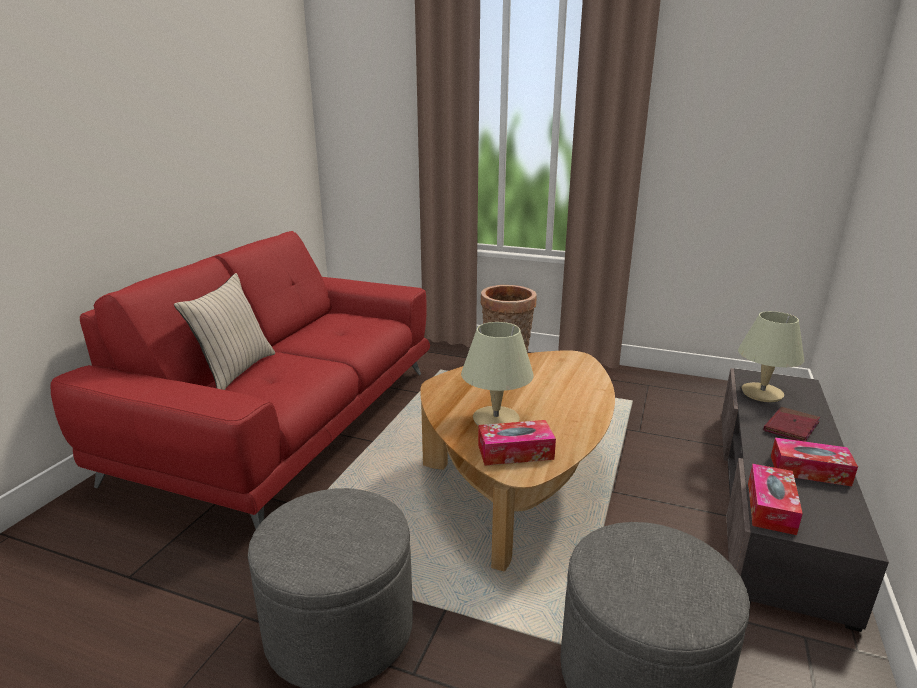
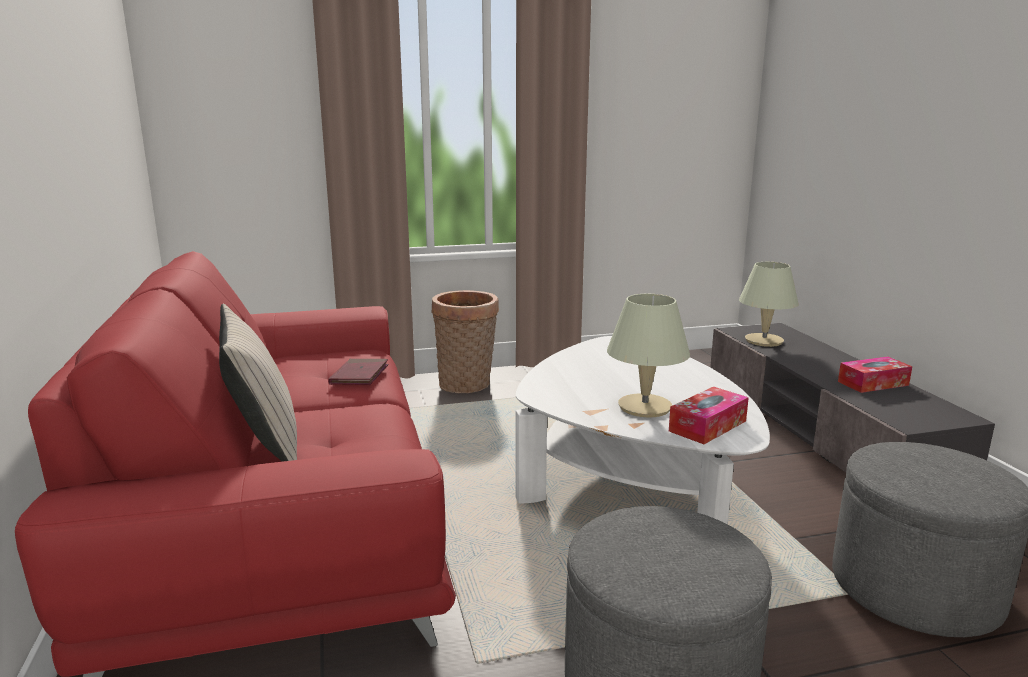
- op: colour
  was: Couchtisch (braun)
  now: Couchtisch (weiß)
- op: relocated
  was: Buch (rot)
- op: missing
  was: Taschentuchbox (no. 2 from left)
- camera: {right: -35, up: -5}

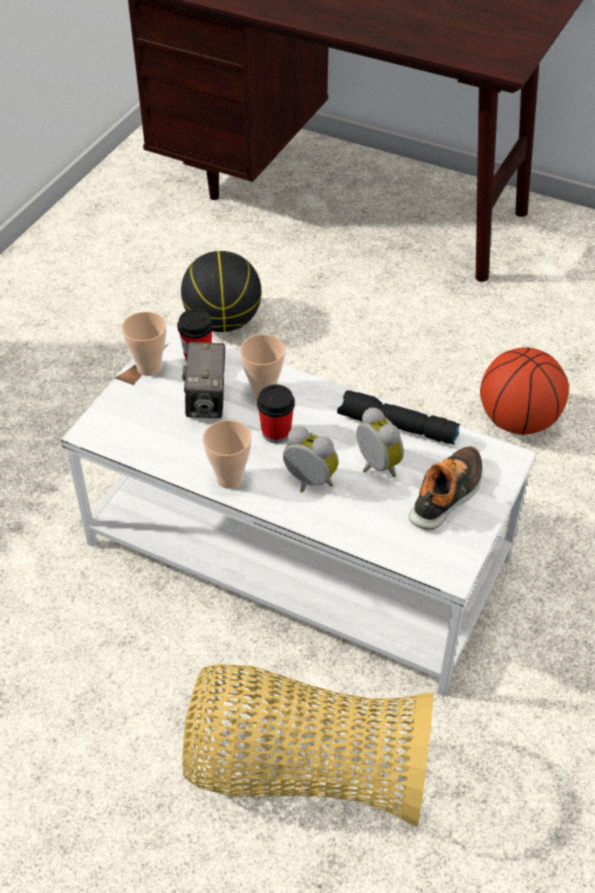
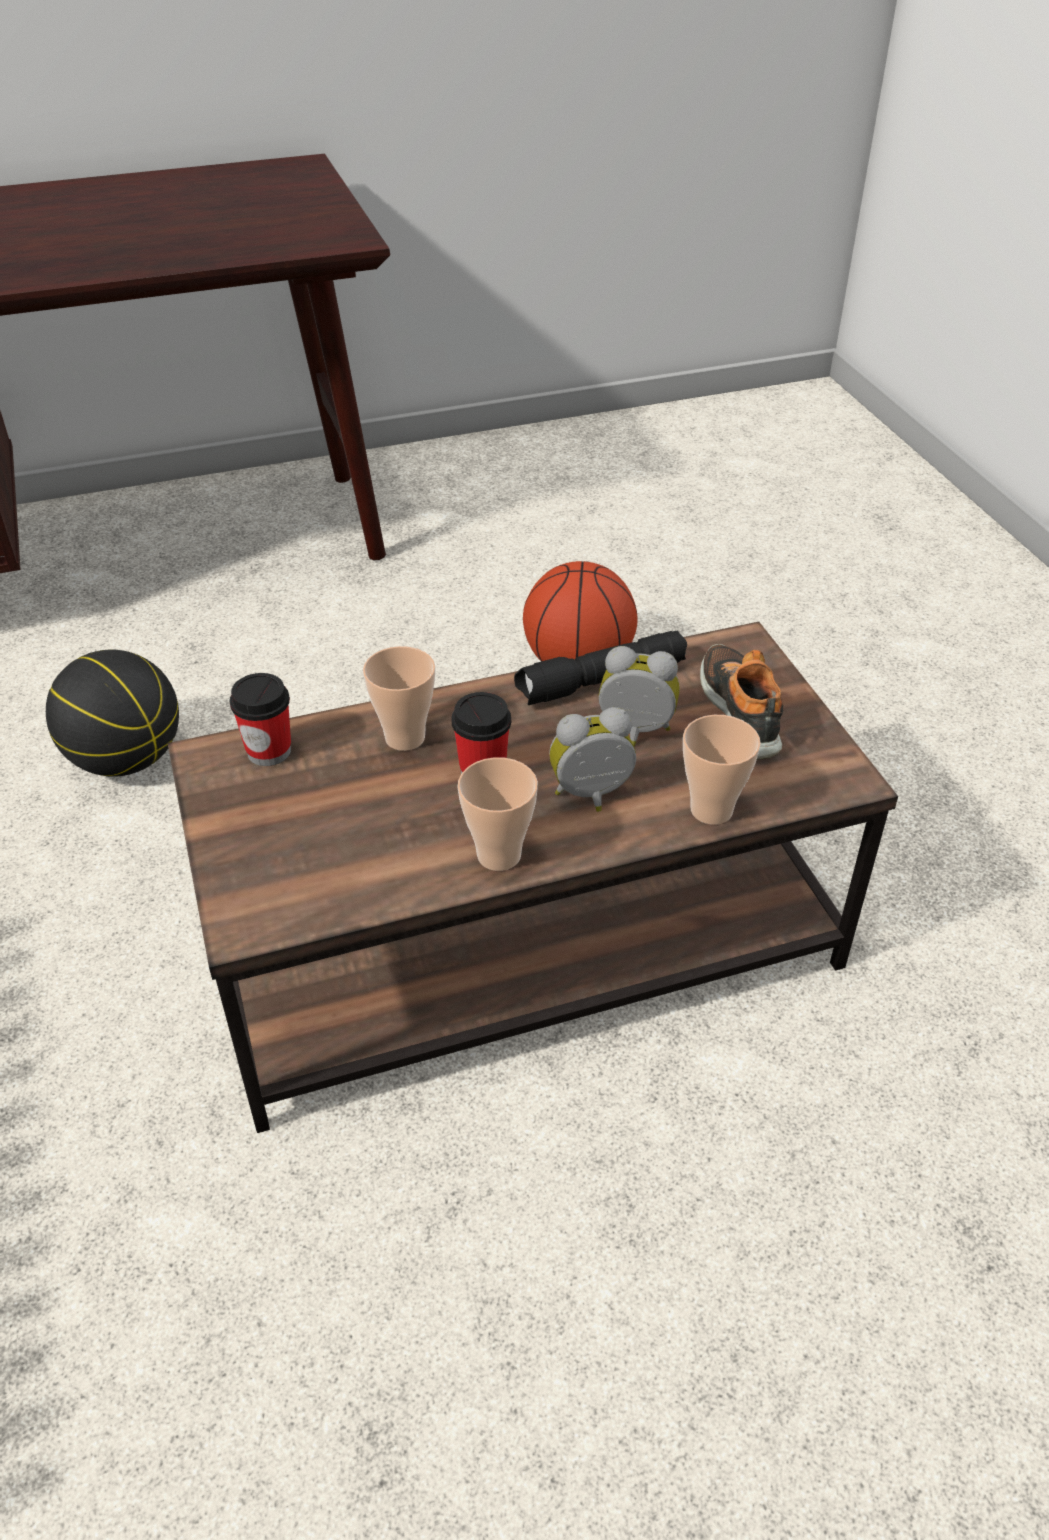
- op: relocated
  was: Tasse (no. 1 from left in the first image)
  now: Tasse (no. 5 from left)
- op: colour
  was: Couchtisch (weiß)
  now: Couchtisch (braun)
- op: missing
  was: Kamera
- op: missing
  was: Korb
- camera: {right: -45, up: -5}

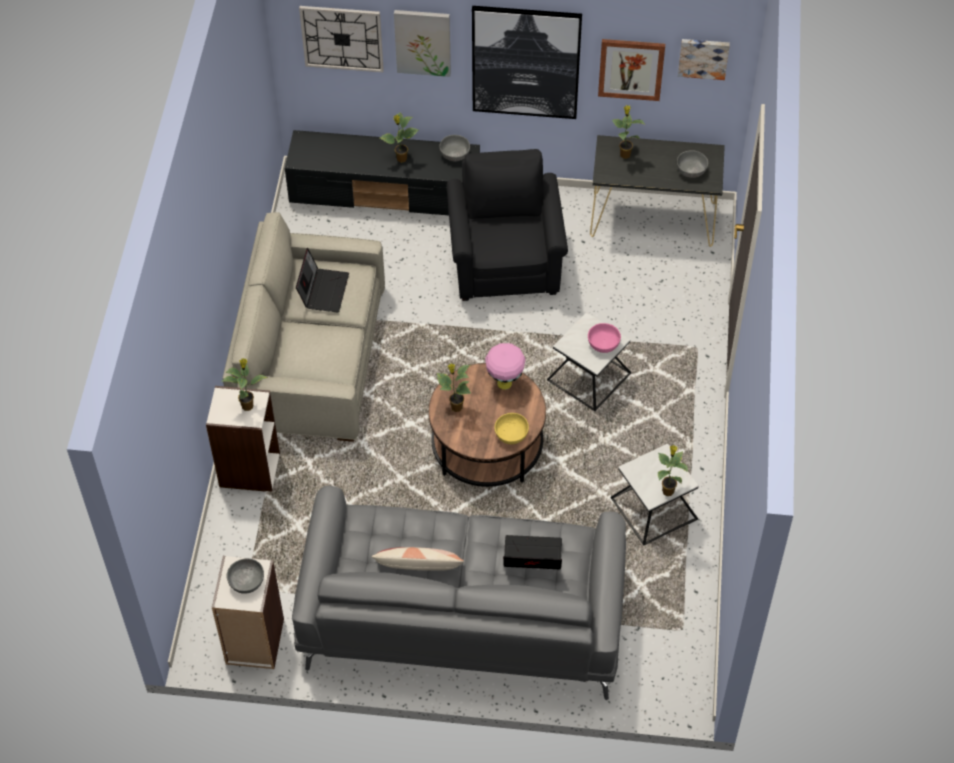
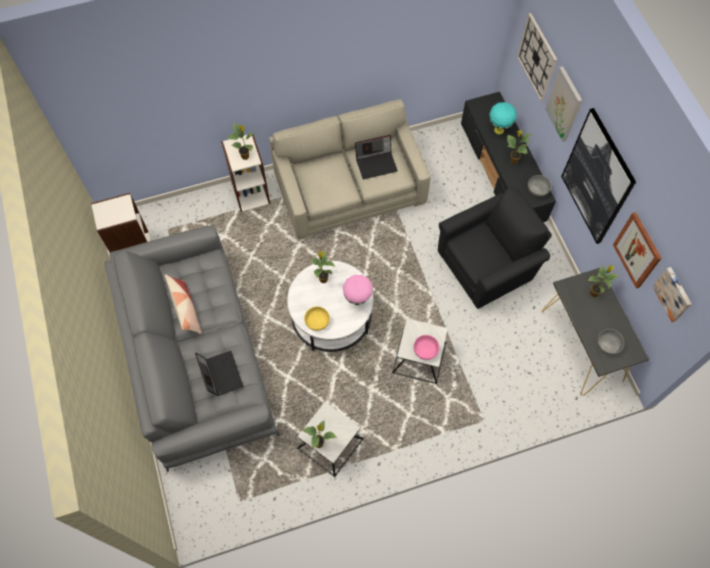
- op: colour
  was: Couchtisch (braun)
  now: Couchtisch (weiß)
- op: missing
  was: Schüssel (grau) (no. 1 from left)
- op: appeared
  now: Tischlampe (türkis)
- camera: {right: 65, up: 10}

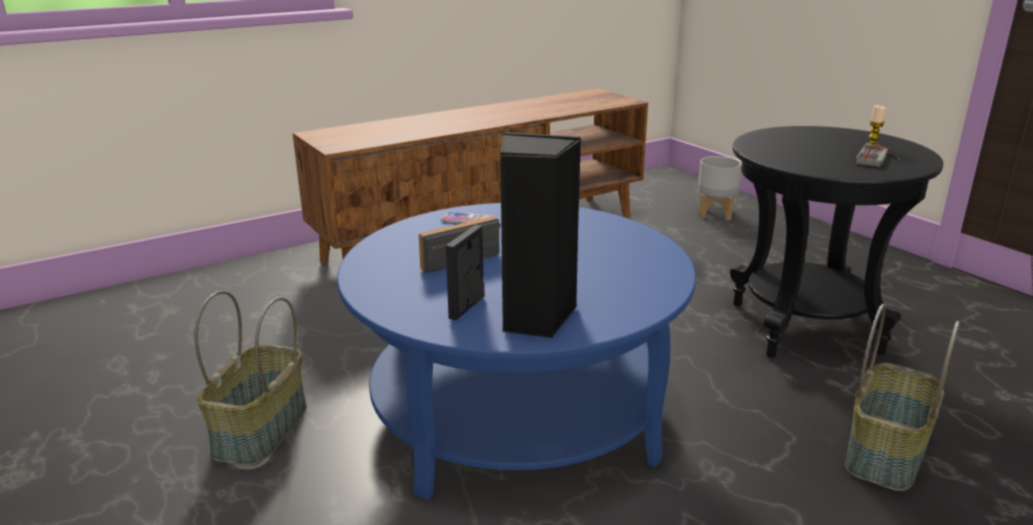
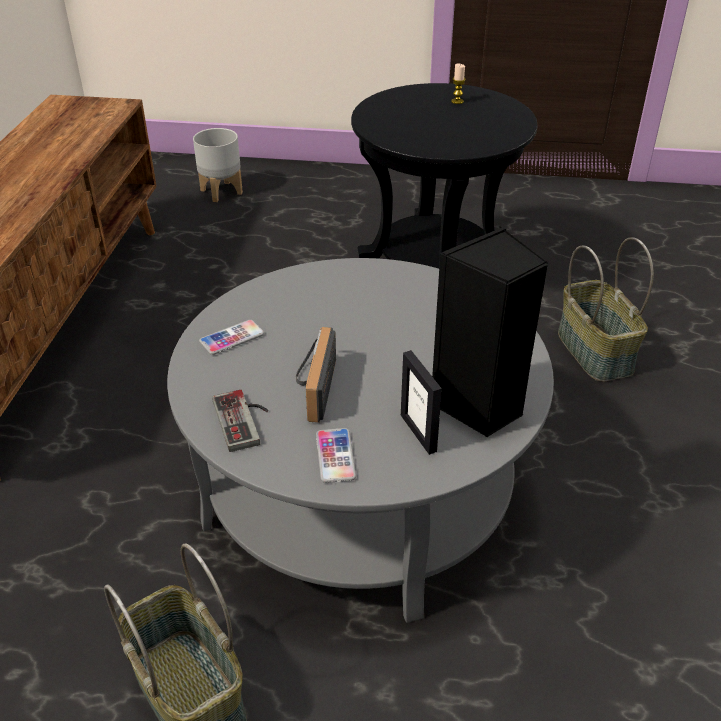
- op: relocated
  was: Gamepad
- op: colour
  was: Couchtisch (blau)
  now: Couchtisch (grau)
- op: appeared
  now: Handy (no. 2 from left)
- camera: {right: -50, up: 15}

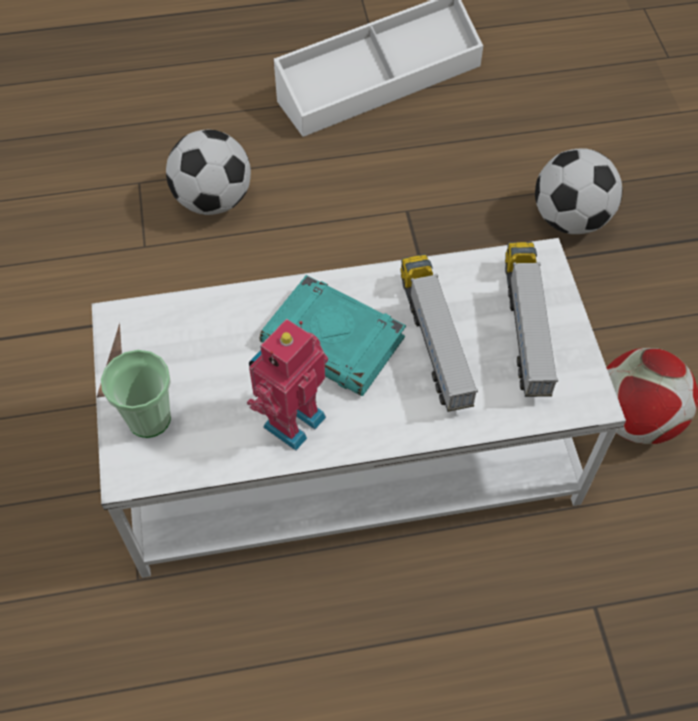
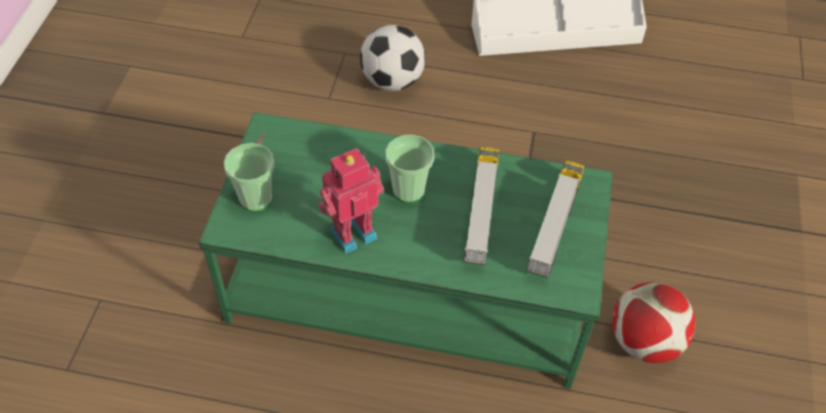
- op: missing
  was: Fußball (no. 2 from left)
- op: colour
  was: Couchtisch (weiß)
  now: Couchtisch (grün)
- op: exchanged
  was: Buch (türkis)
  now: Tasse (no. 2 from left)
- camera: {right: 20, up: -5}

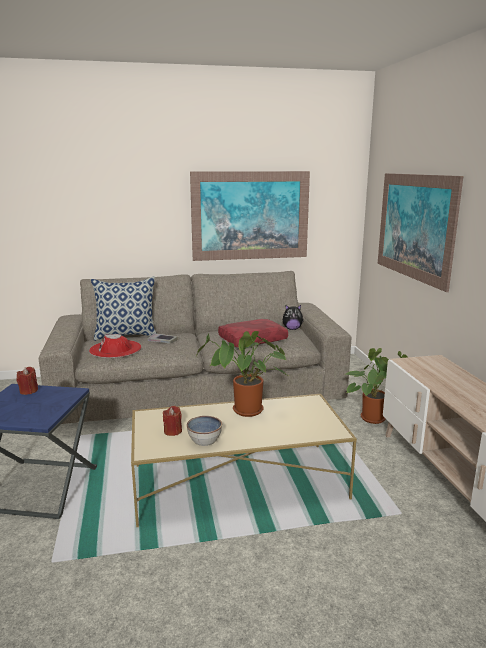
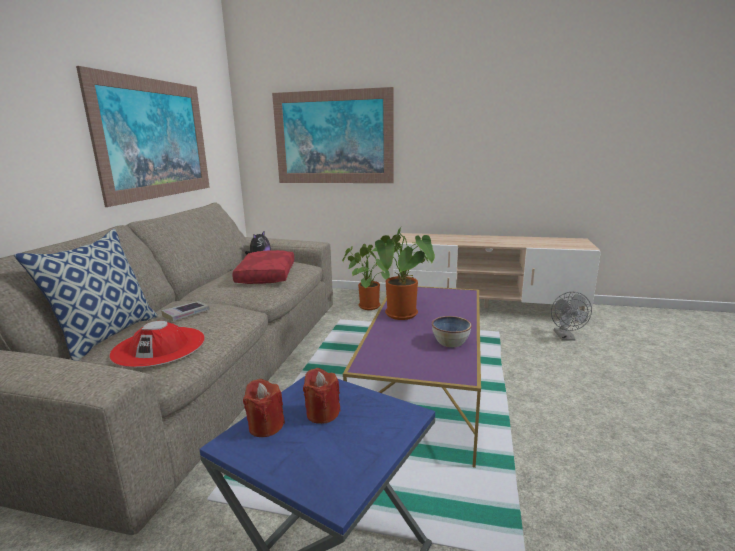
- op: colour
  was: Couchtisch (beige)
  now: Couchtisch (lila)
- op: relocated
  was: Kerze (rot) (no. 2 from left)
- op: appeared
  now: Ventilator (grau)
- camera: {right: -65, up: 0}

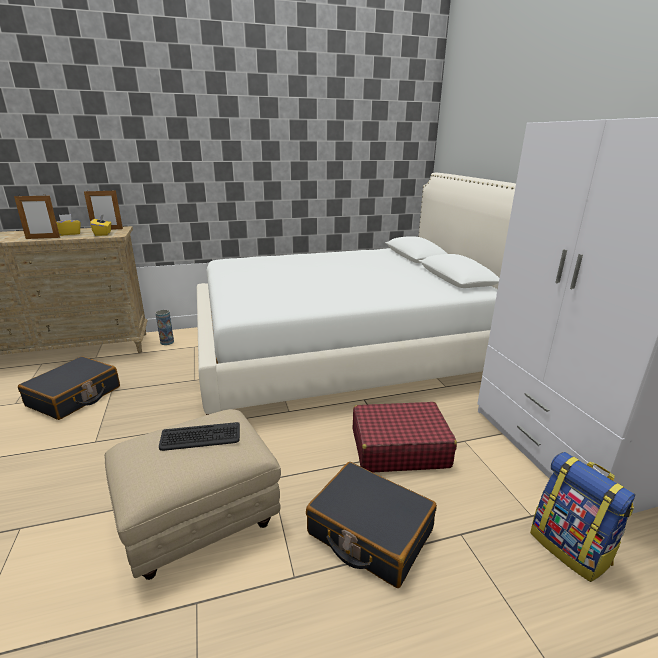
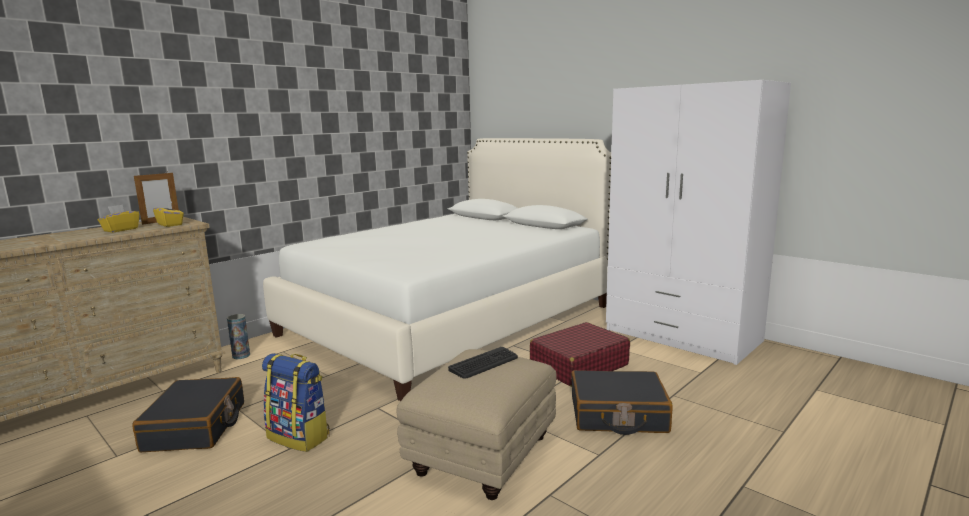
- op: missing
  was: Bilderrahmen (no. 1 from left)
- op: relocated
  was: Rucksack
- camera: {right: -30, up: -10}

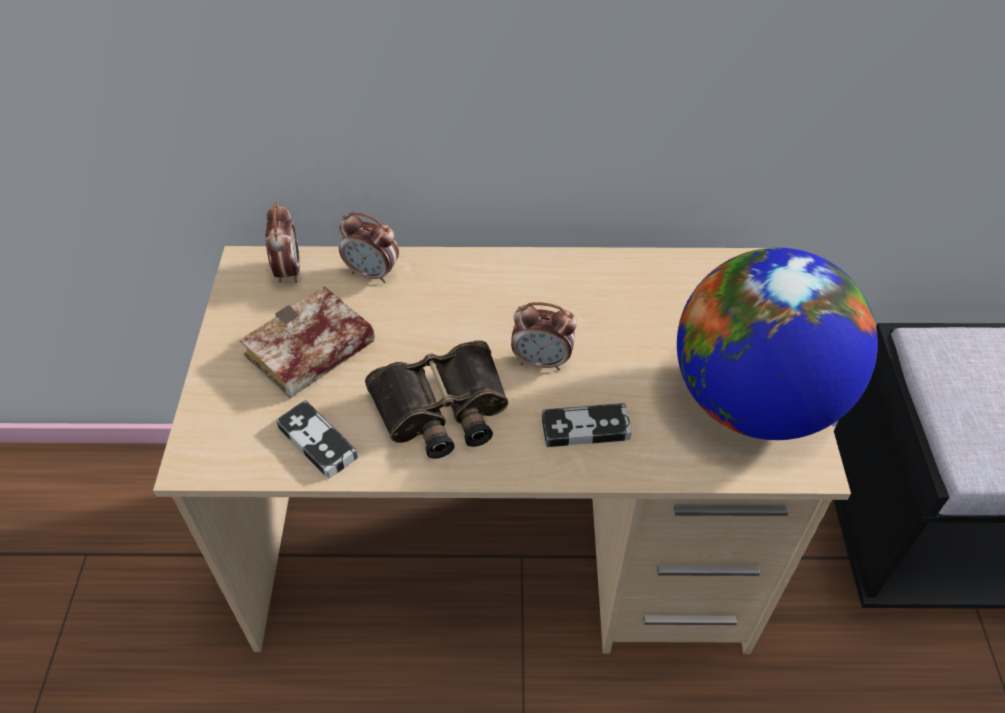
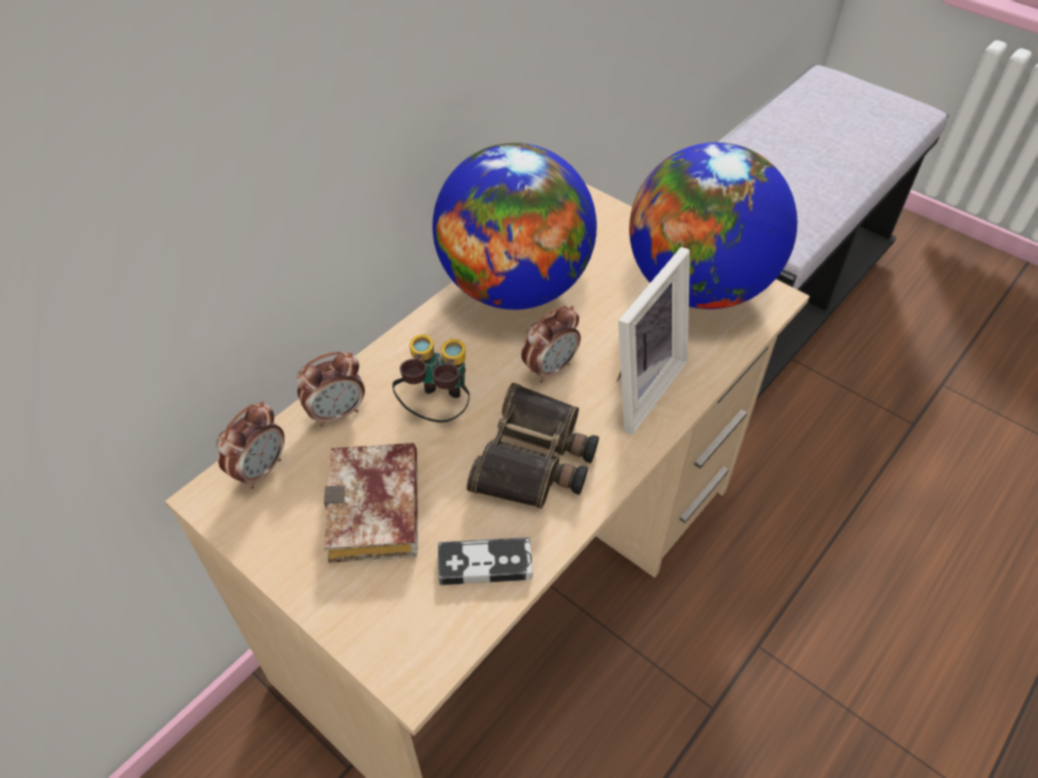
- op: spun
  was: Wecker (no. 1 from left)
  clockwise: 90
- op: exchanged
  was: Gamepad (no. 2 from left)
  now: Bilderrahmen
- op: appeared
  now: Globus (no. 1 from left)
- op: appeared
  now: Fernglas (no. 1 from left)
- camera: {right: -50, up: 0}

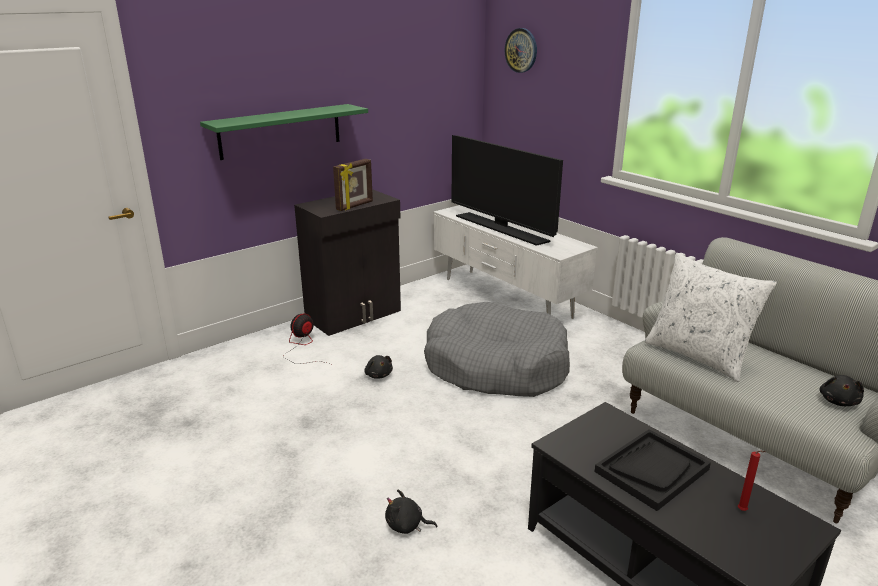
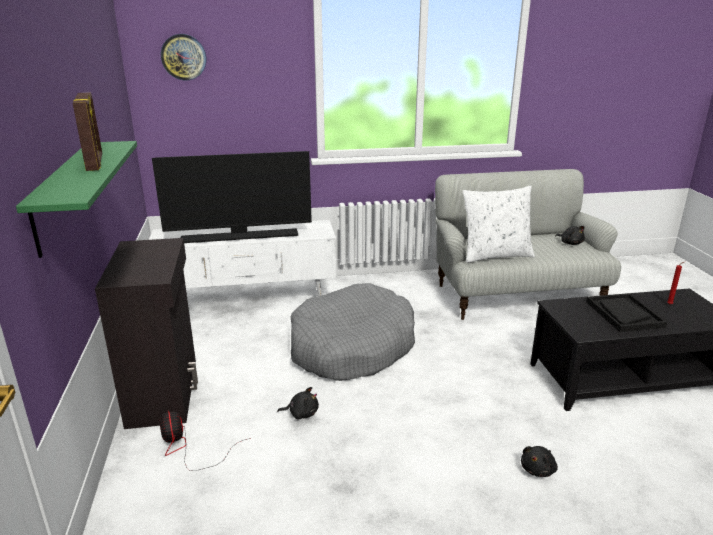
- op: relocated
  was: Bilderrahmen
- camera: {right: -60, up: 0}

